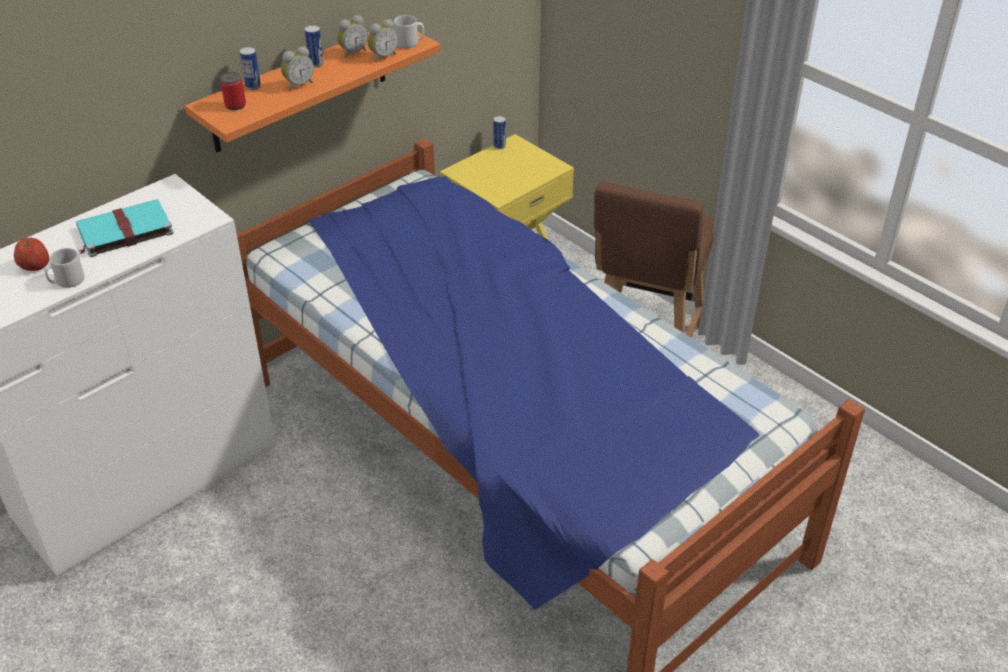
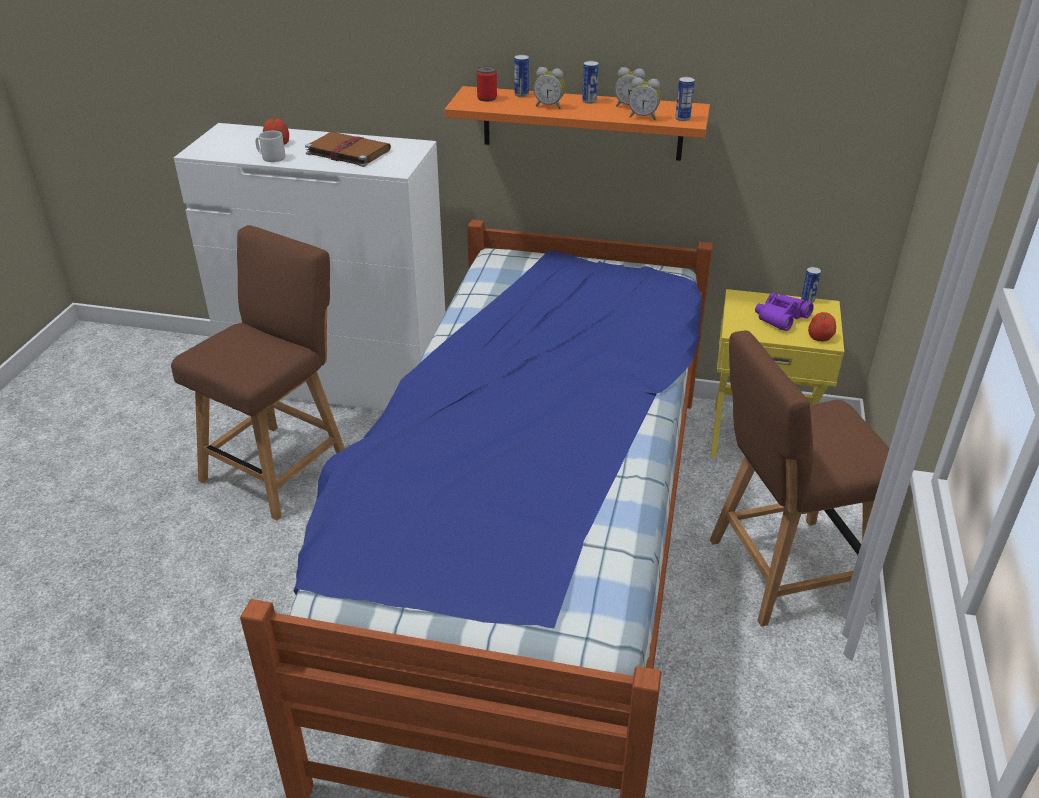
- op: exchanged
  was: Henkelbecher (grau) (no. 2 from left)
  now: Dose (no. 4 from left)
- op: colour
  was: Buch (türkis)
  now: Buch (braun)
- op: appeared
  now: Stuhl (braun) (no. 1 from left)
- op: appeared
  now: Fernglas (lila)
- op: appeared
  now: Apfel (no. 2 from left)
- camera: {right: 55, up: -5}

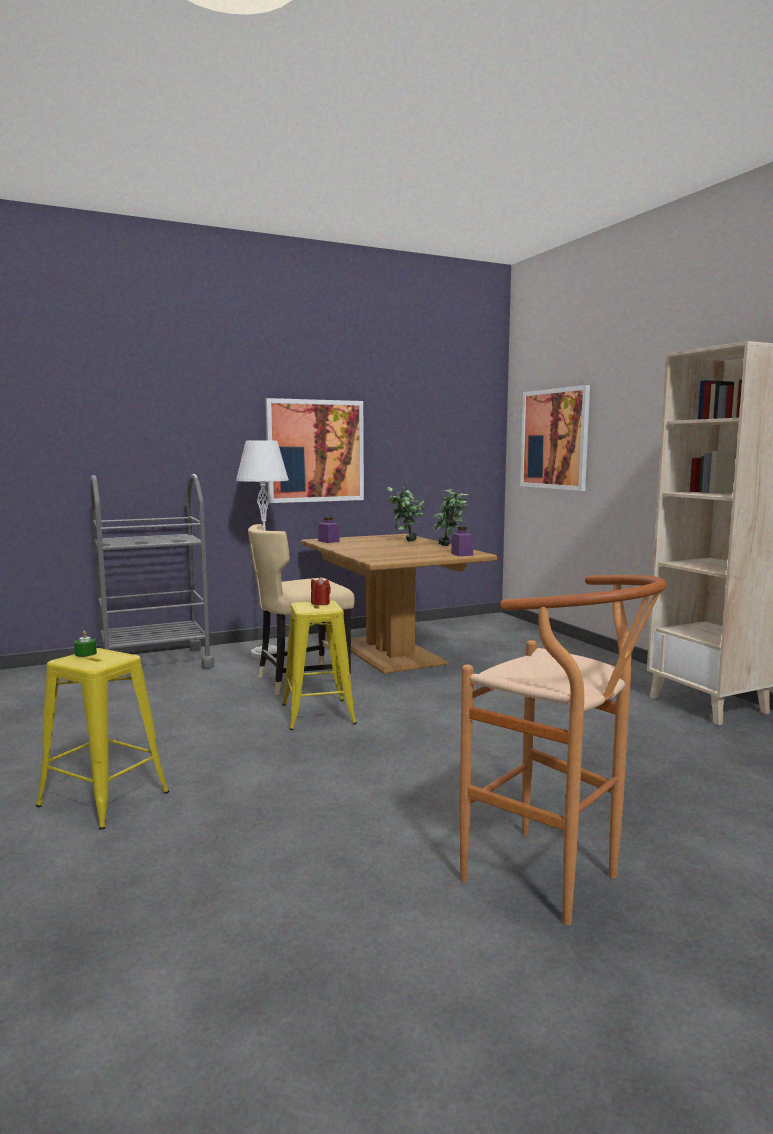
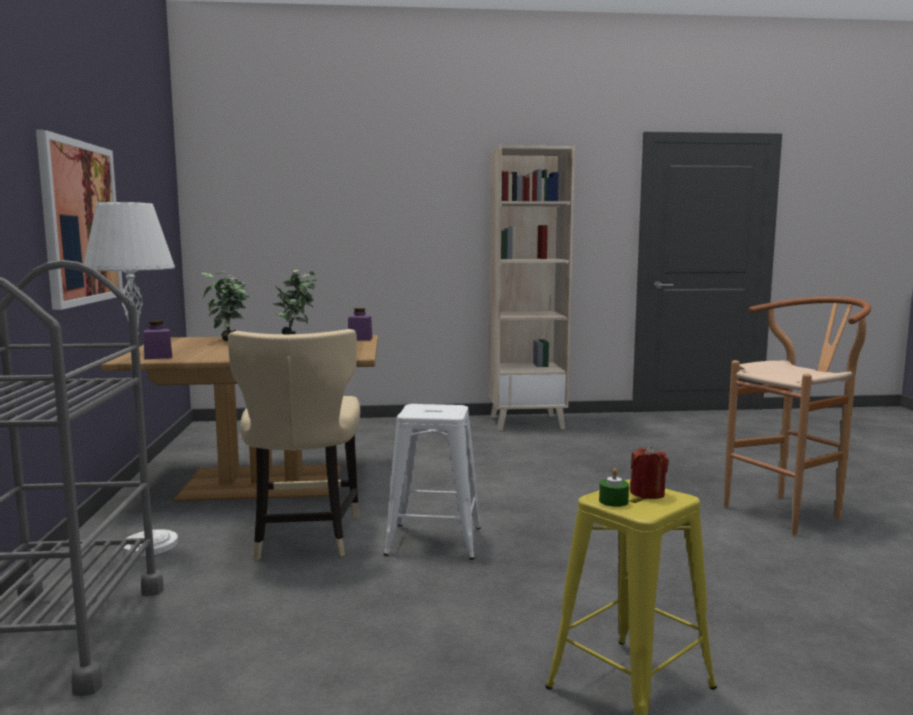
- op: missing
  was: Bild (no. 2 from left)
- op: relocated
  was: Kerze (rot)
- op: colour
  was: Hocker (gelb) (no. 2 from left)
  now: Hocker (weiß)
- camera: {right: -70, up: 0}

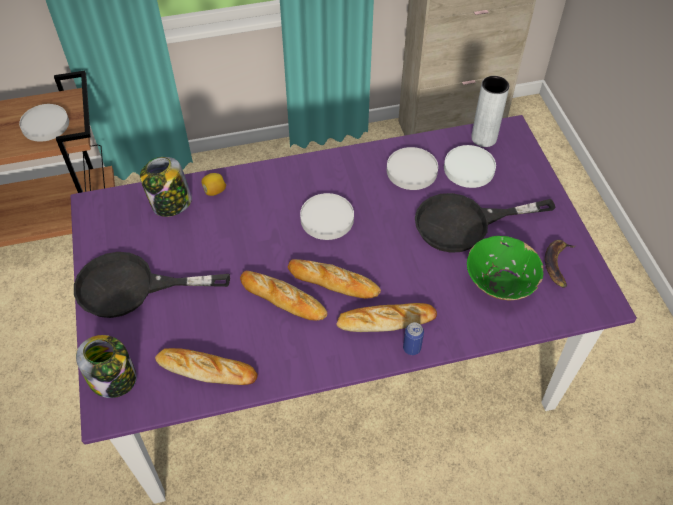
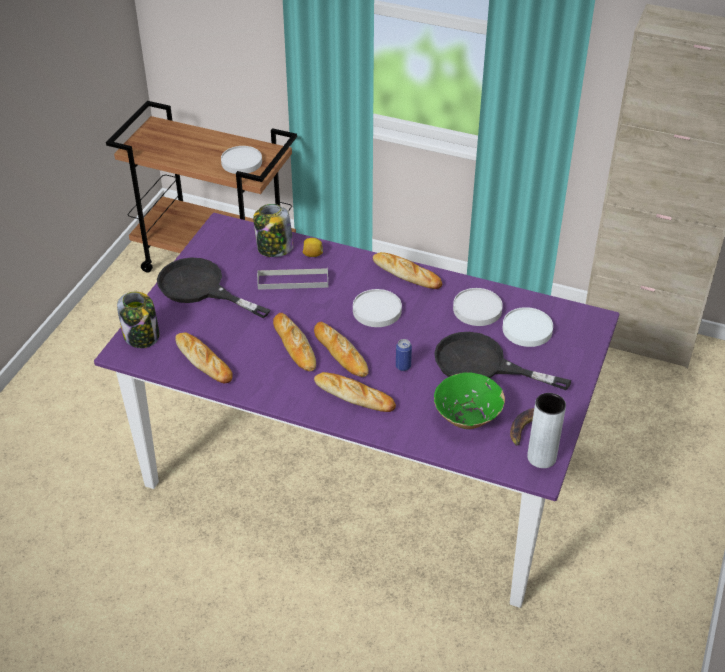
- op: relocated
  was: Vase (grau)
- op: relocated
  was: Dose
- op: appeared
  now: Brot (no. 5 from left)
- op: appeared
  now: Tablett (grau)
- camera: {right: 35, up: -10}

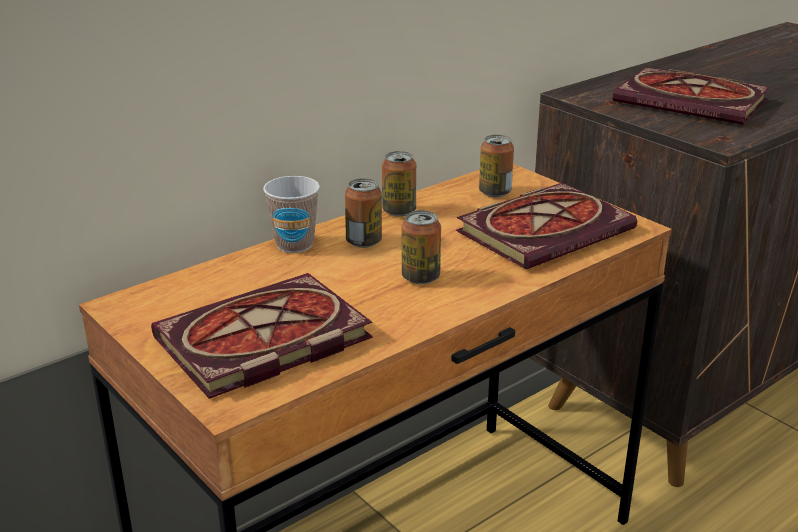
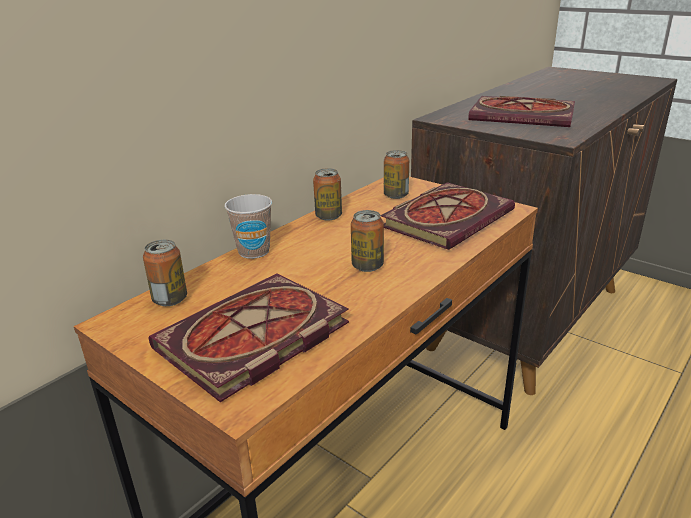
- op: relocated
  was: Dose (no. 1 from left)
- camera: {right: -10, up: 0}

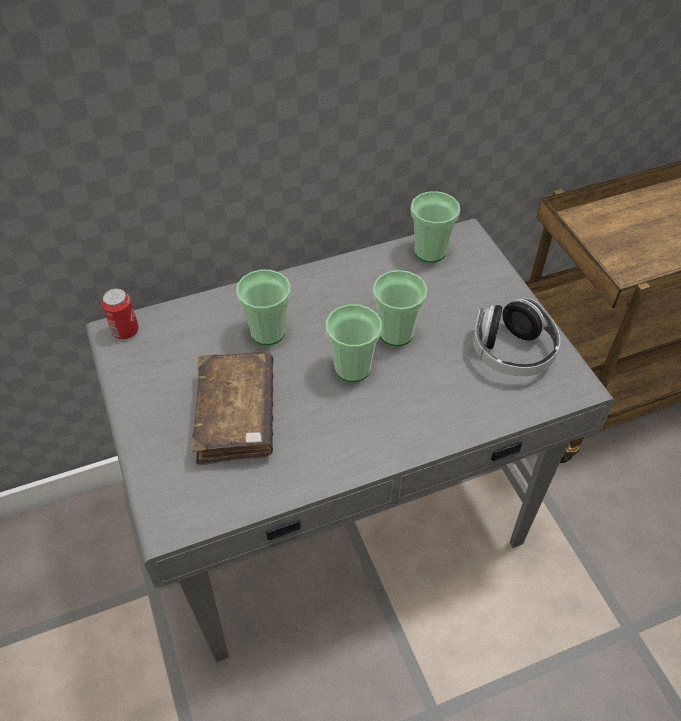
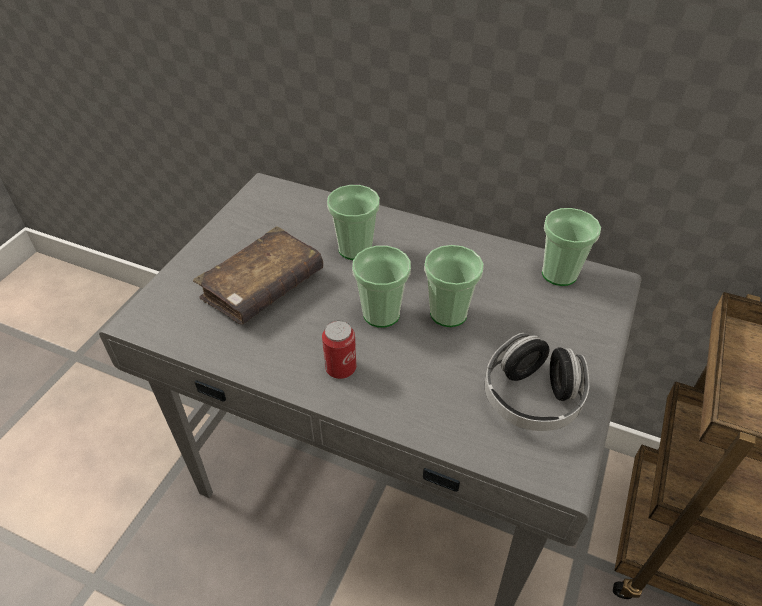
- op: relocated
  was: Dose
- camera: {right: 45, up: -5}

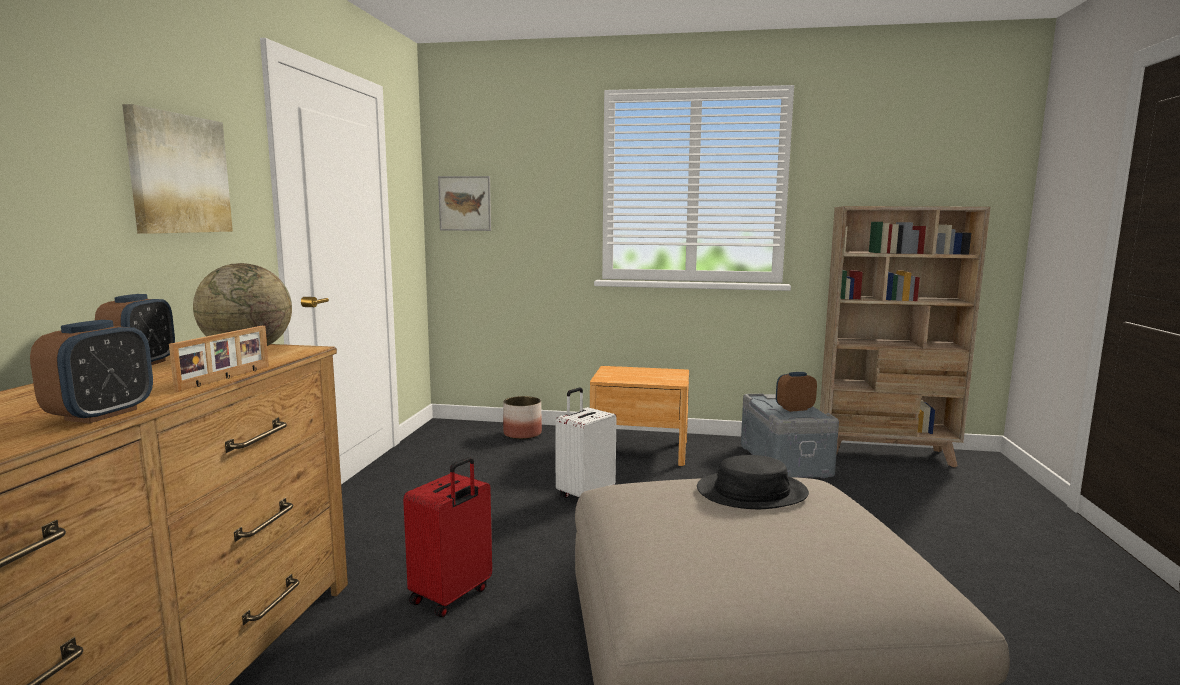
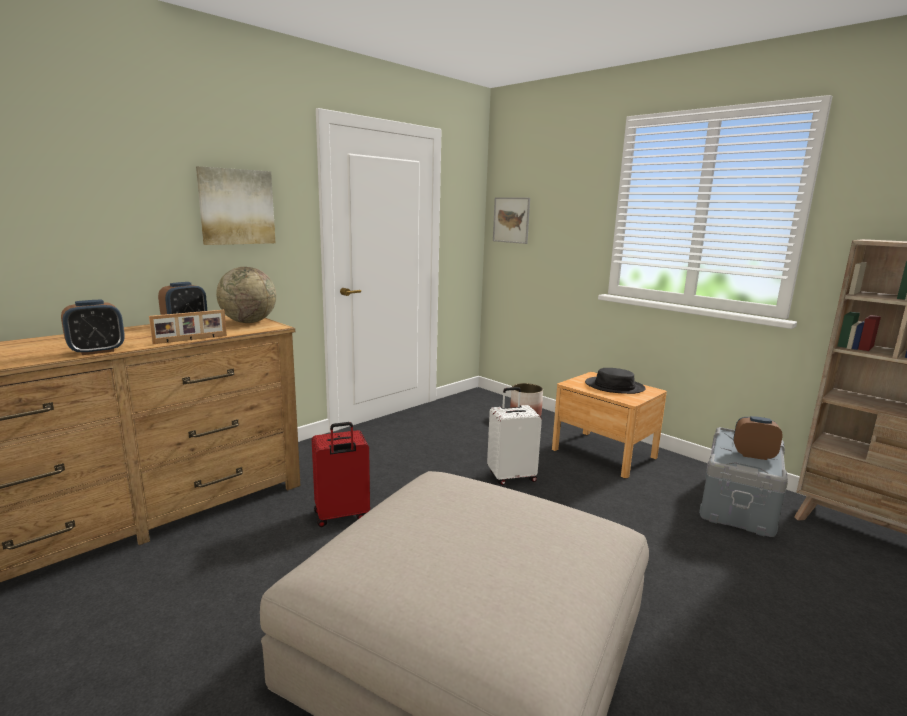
- op: relocated
  was: Hut (schwarz)
- camera: {right: 35, up: 5}

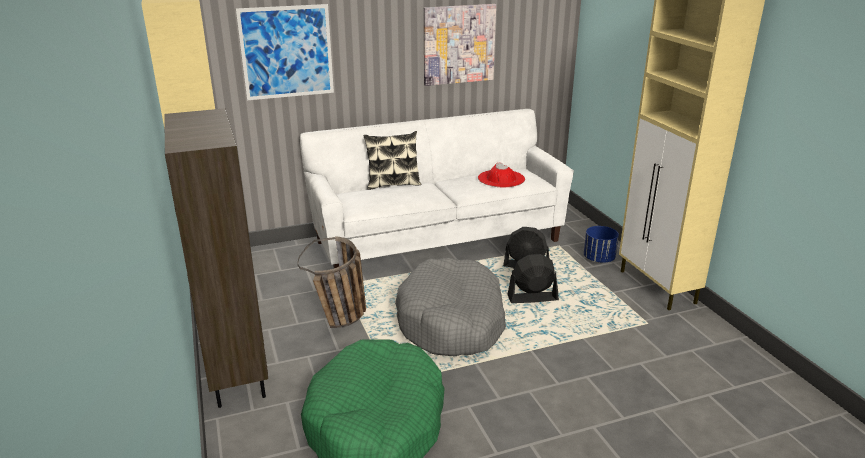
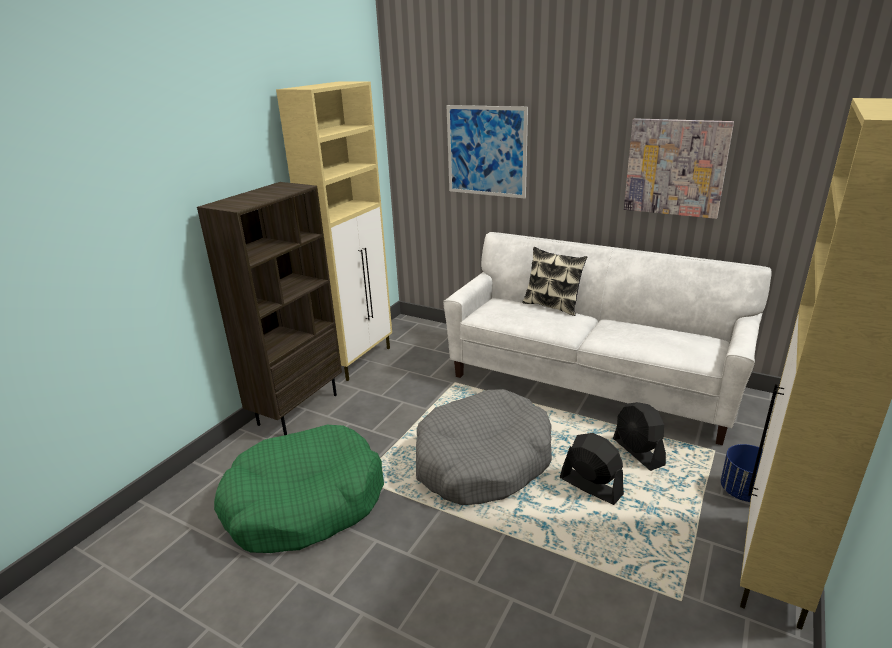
- op: missing
  was: Hut (rot)
- op: missing
  was: Korb
- camera: {right: 50, up: 0}

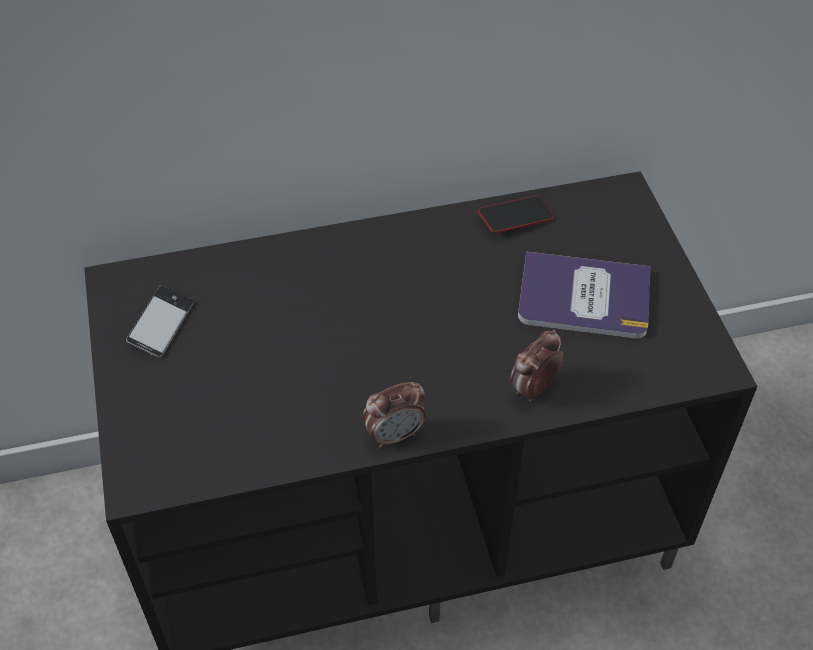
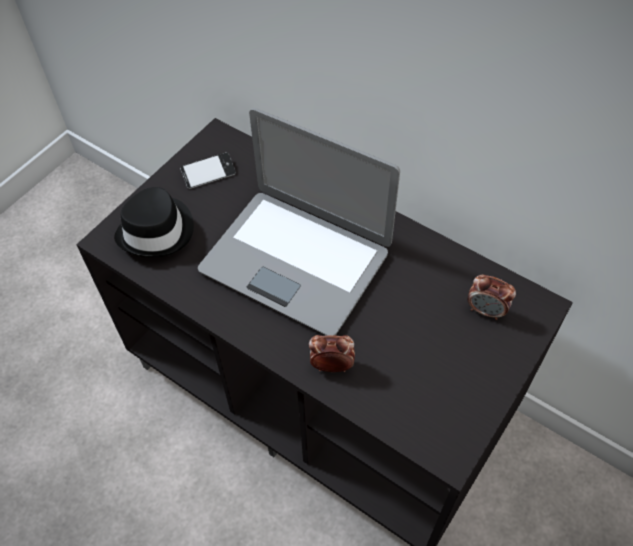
- op: missing
  was: Handy (no. 2 from left)
- op: missing
  was: Buch
- op: relocated
  was: Wecker (no. 1 from left in the first image)
  now: Wecker (no. 2 from left)
- op: appeared
  now: Laptop
- op: appeared
  now: Hut (schwarz)
- camera: {right: 50, up: 5}

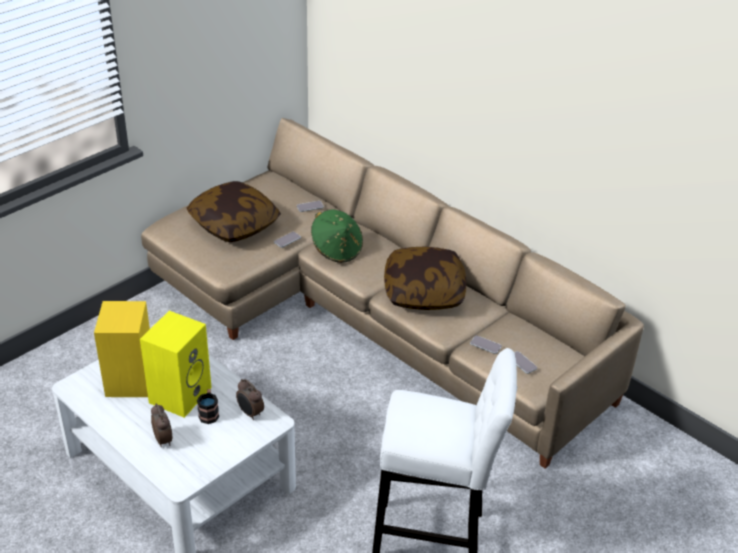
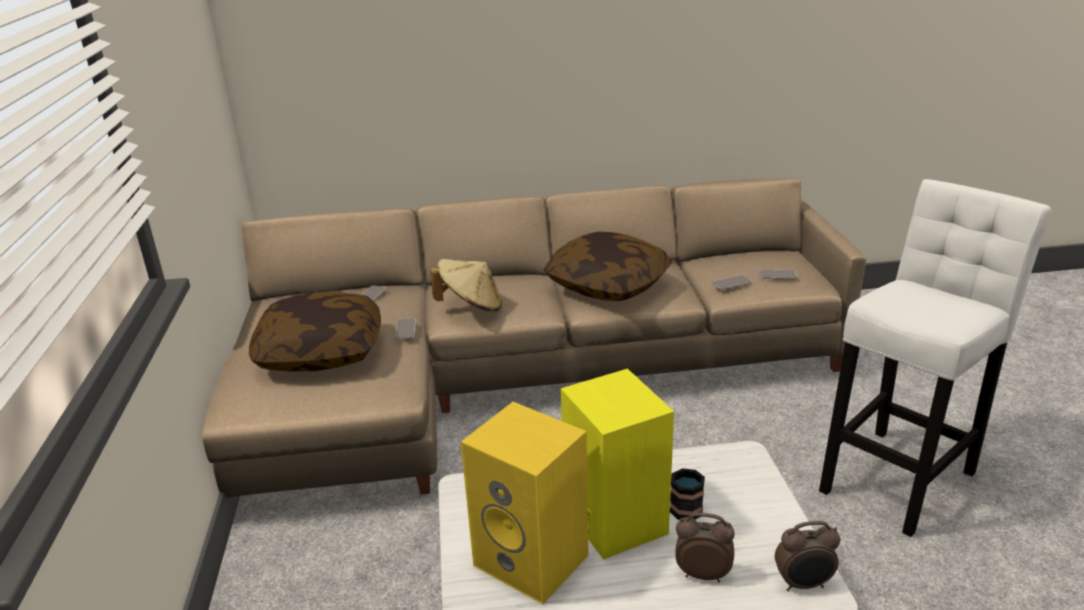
- op: colour
  was: Hut (grün)
  now: Hut (beige)
- op: relocated
  was: Wecker (no. 2 from left)
- camera: {right: -50, up: -10}

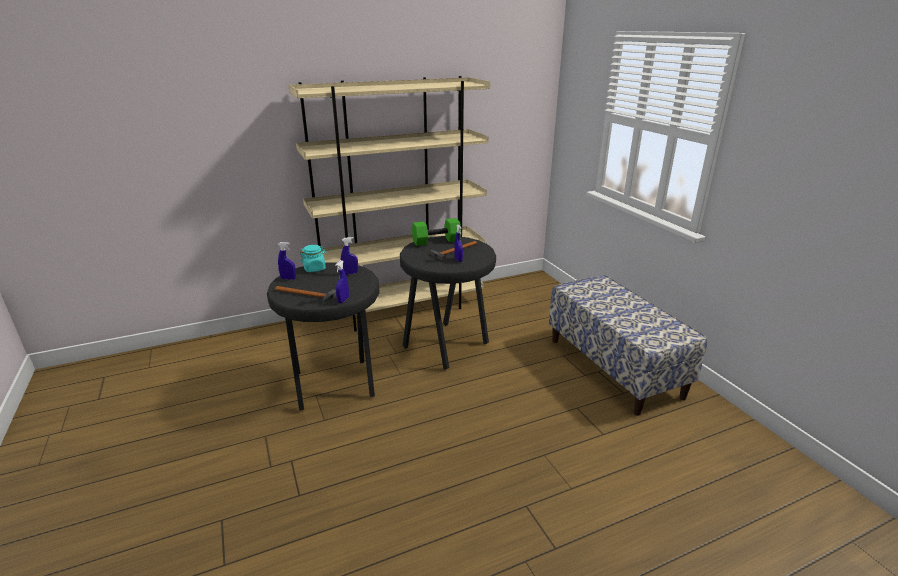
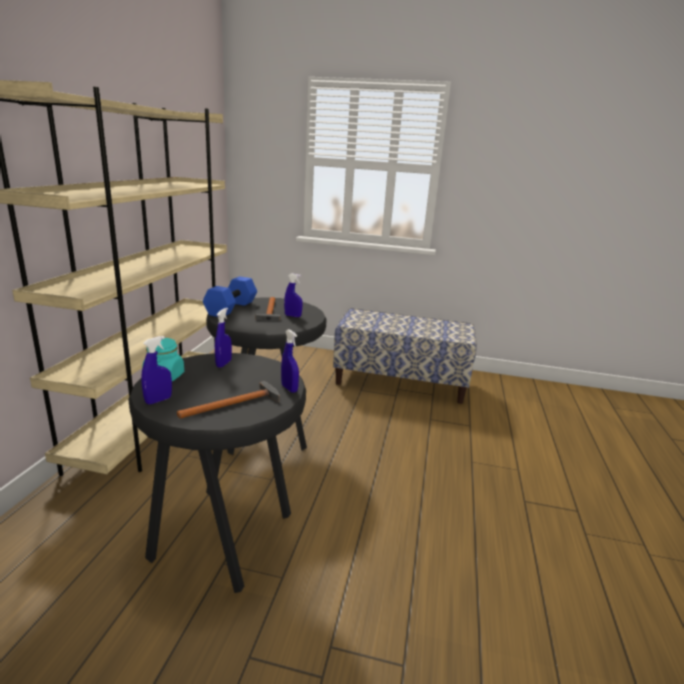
- op: colour
  was: Hantel (grün)
  now: Hantel (blau)
- camera: {right: -55, up: -5}

